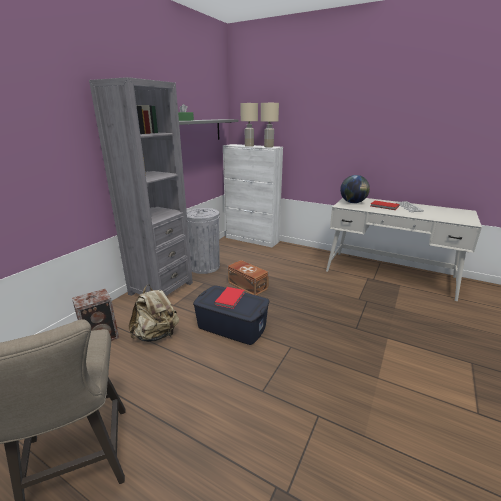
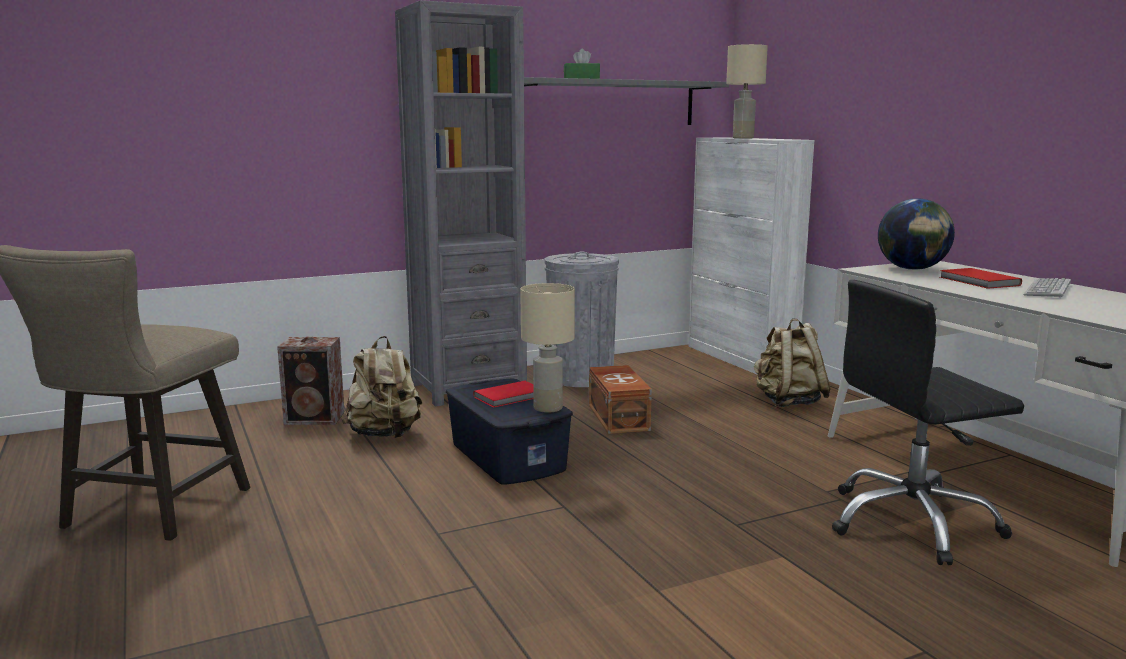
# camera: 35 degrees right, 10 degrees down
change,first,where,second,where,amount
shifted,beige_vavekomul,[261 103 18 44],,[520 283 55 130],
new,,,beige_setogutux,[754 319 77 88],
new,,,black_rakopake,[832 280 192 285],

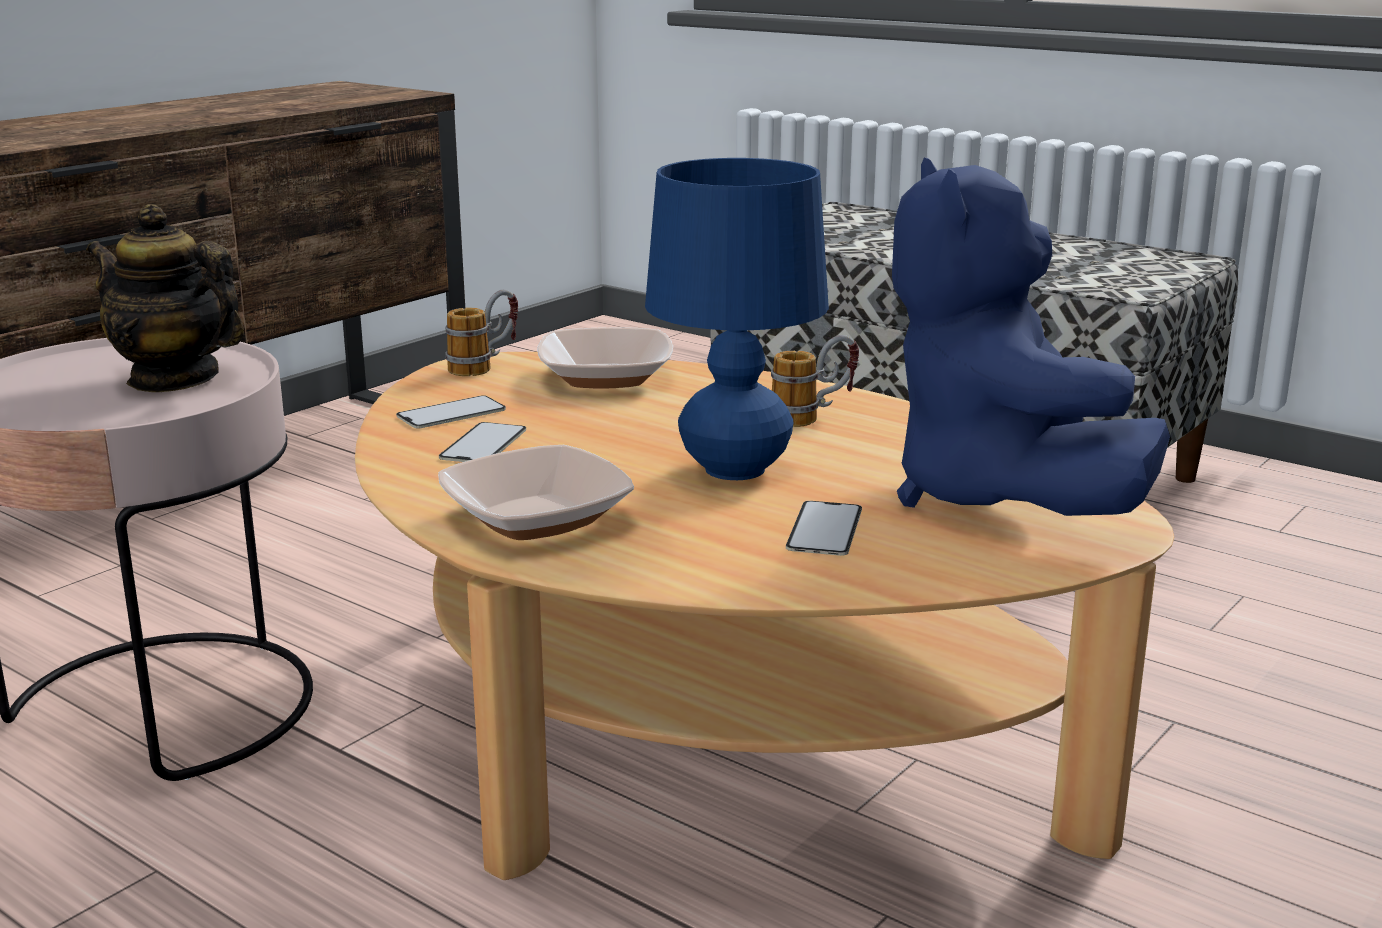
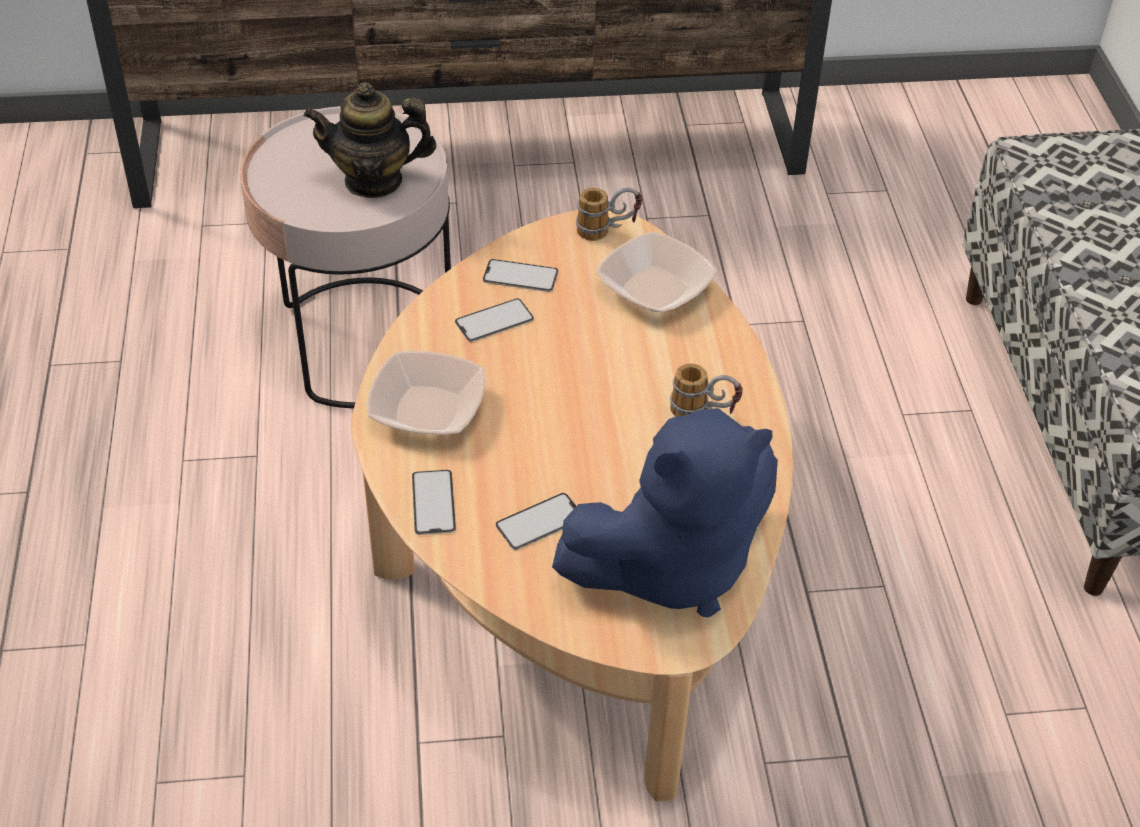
# camera: 45 degrees right, 25 degrees up
change,first,where,second,where,amount
rotated,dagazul,[86 204 158 188],,[304 82 133 116],75 degrees counterclockwise
gone,blue_vavekomul,[645 158 184 322],,,
rotated,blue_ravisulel,[892 158 278 358],,[552 408 226 209],150 degrees counterclockwise
new,,,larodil,[412 470 44 65],

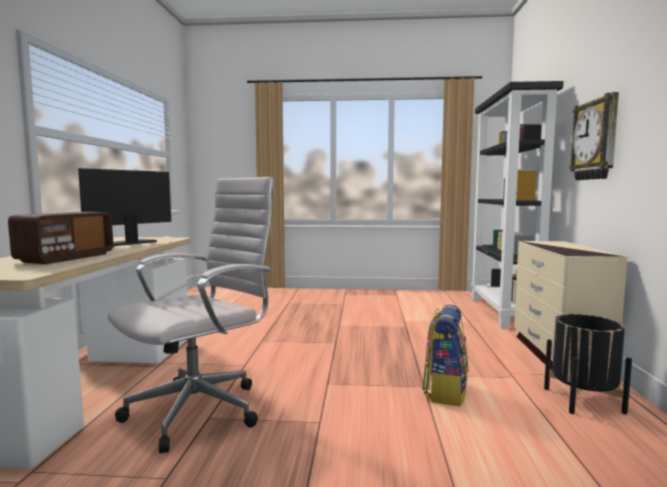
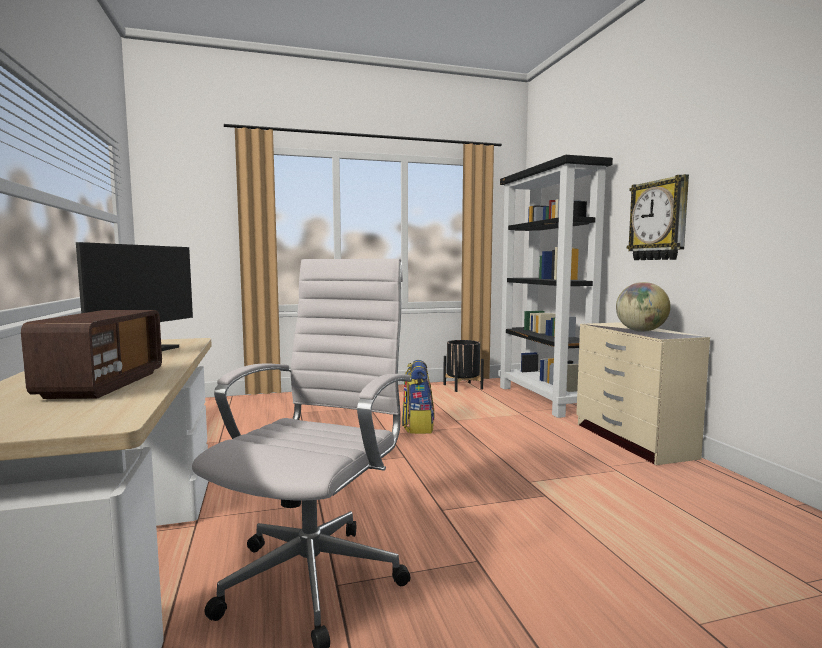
# camera: 20 degrees left, 0 degrees up
change,first,where,second,where,amount
shifted,setogutux,[422 305 46 101],,[402 360 33 74],
shifted,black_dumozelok,[544 314 88 100],,[443 340 41 52],
new,,,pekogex,[616 282 55 50],

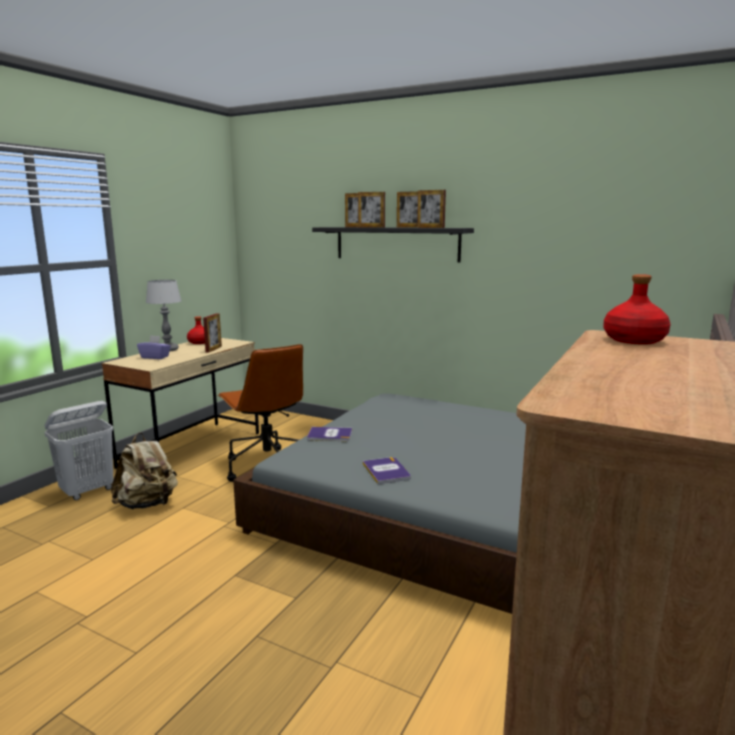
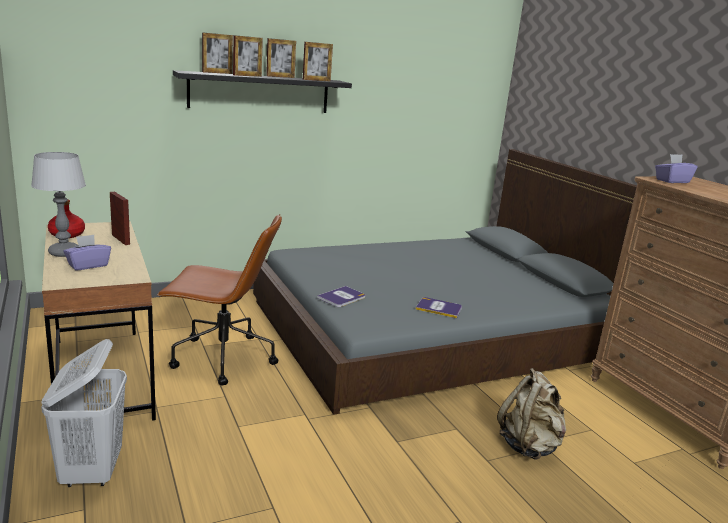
# camera: 55 degrees left, 5 degrees up
change,first,where,second,where,amount
shifted,beige_setogutux,[111 432 67 77],,[497 368 69 91],
swapped,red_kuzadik,[603 274 67 71],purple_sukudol,[655 154 43 29],

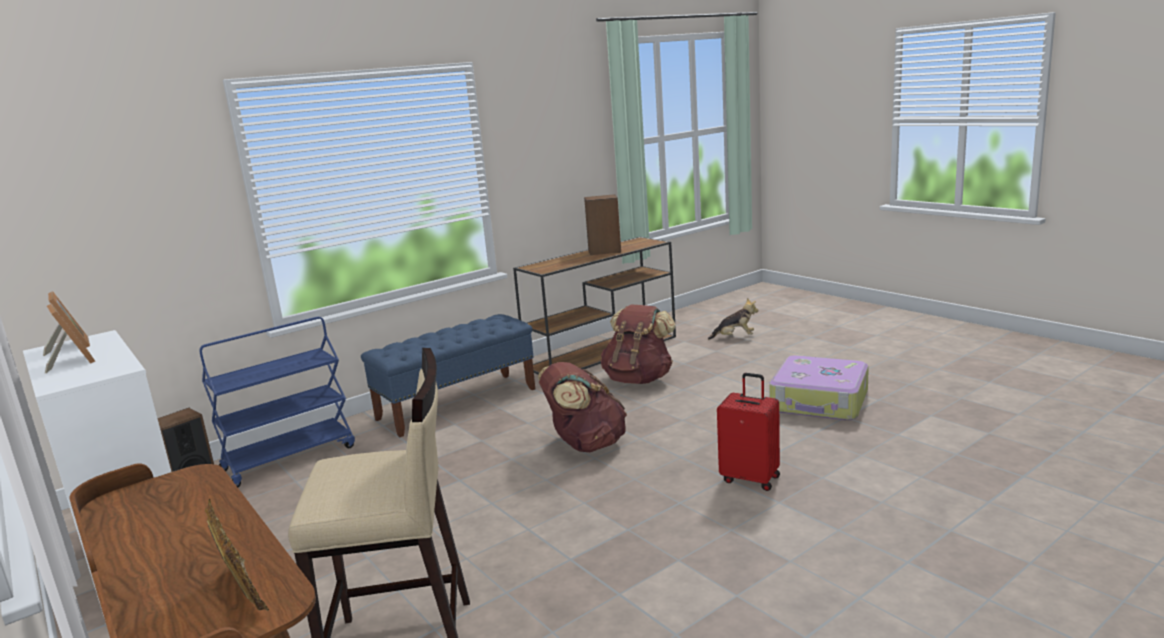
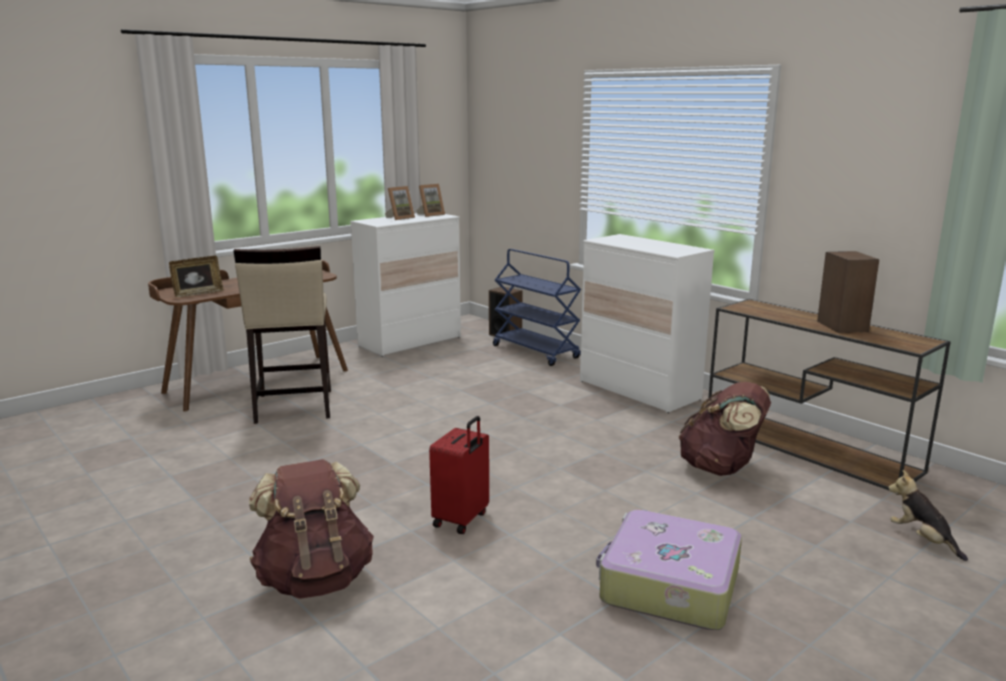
# camera: 85 degrees right, 0 degrees up
change,first,where,second,where,amount
swapped,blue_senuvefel,[361 314 174 123],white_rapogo,[580 234 134 179],
shifted,brown_setogutux,[538 362 89 90],,[249 459 125 140],
rotated,ravisulel,[708 298 50 42],,[888 470 80 91],150 degrees clockwise

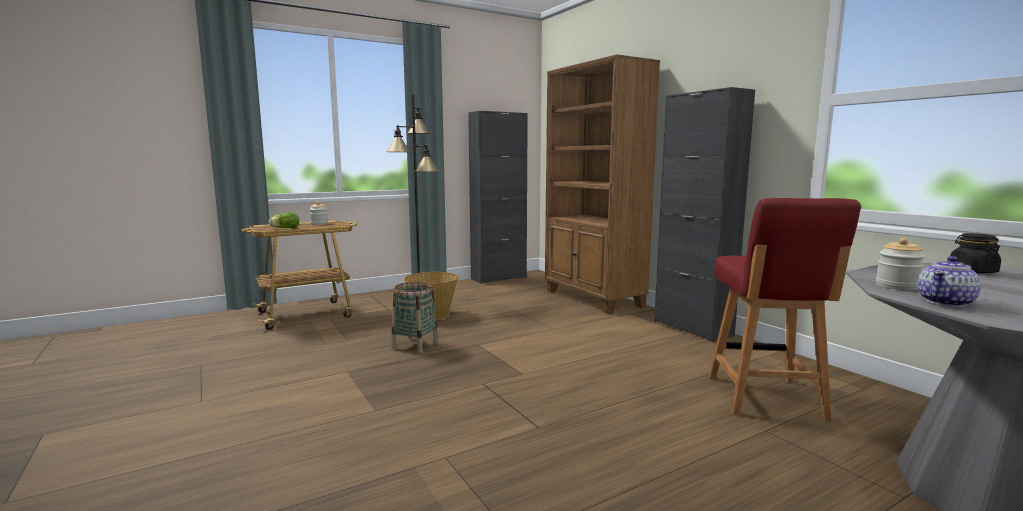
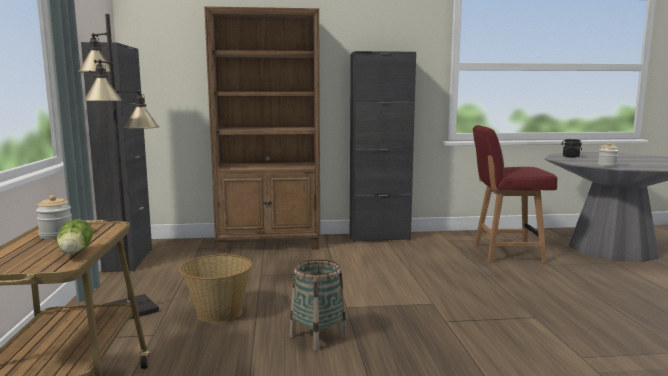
# camera: 65 degrees left, 0 degrees up
change,first,where,second,where,amount
rotated,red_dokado,[709 198 152 222],,[473 125 84 138],150 degrees clockwise
gone,dagazul,[918 256 63 51],,,

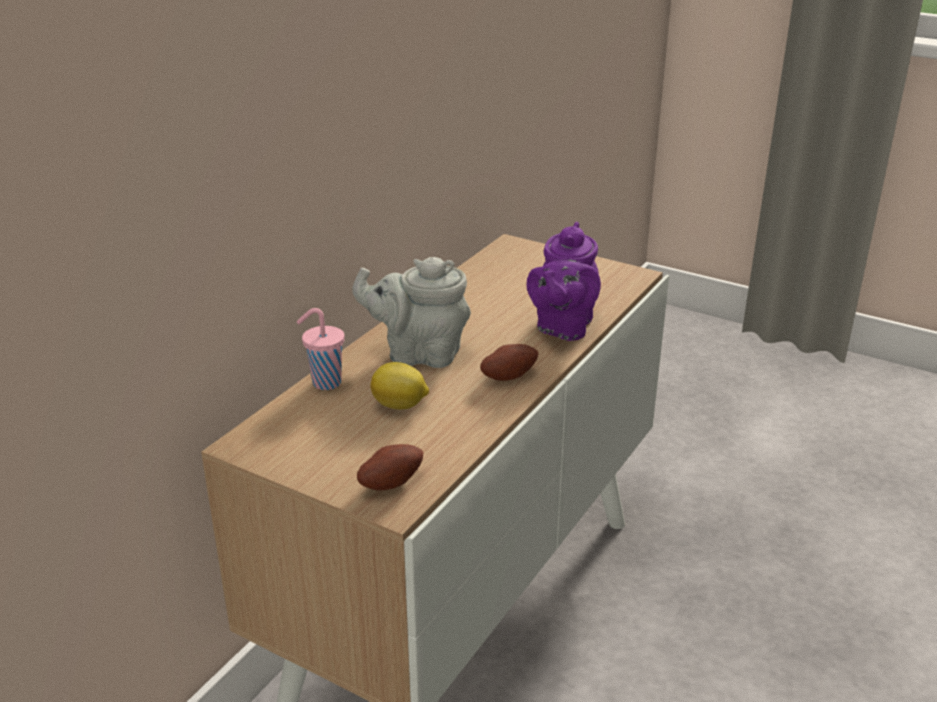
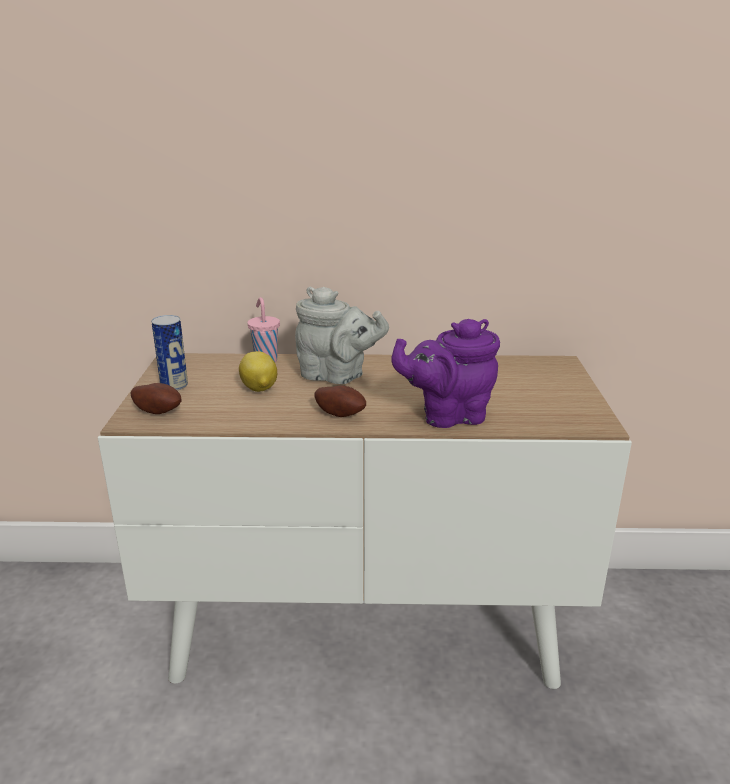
# camera: 60 degrees right, 5 degrees down
change,first,where,second,where,amount
rotated,grey_dagazul,[352 257 119 111],,[295 287 94 97],135 degrees clockwise
new,,,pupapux,[151 315 37 75],

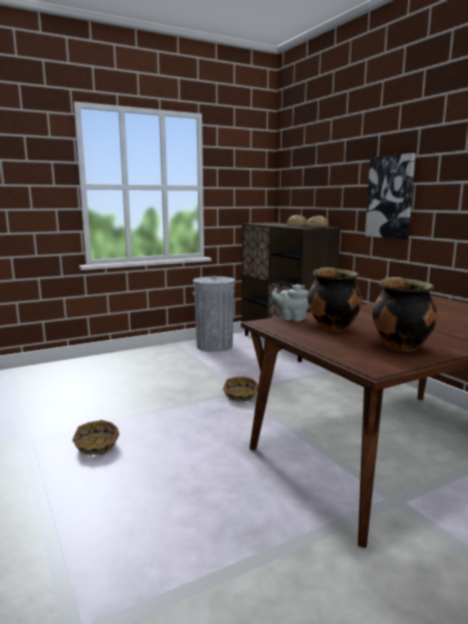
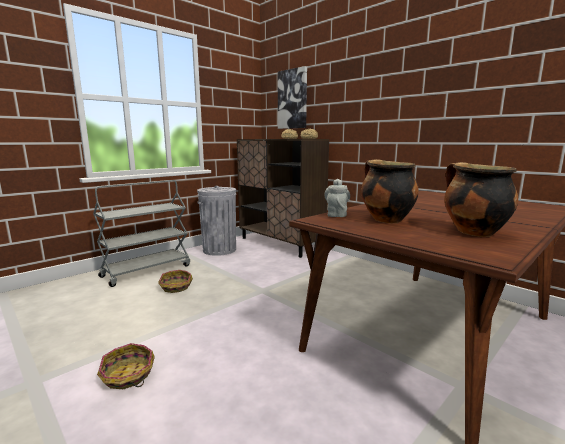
# camera: 15 degrees left, 0 degrees up
change,first,where,second,where,amount
shifted,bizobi,[223 376 35 25],,[158 270 35 23],
rotated,grey_dagazul,[272 284 37 38],,[324 179 26 38],90 degrees clockwise
shifted,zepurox,[365 153 51 87],,[278 66 29 63],
new,,,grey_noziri,[93 180 97 107],

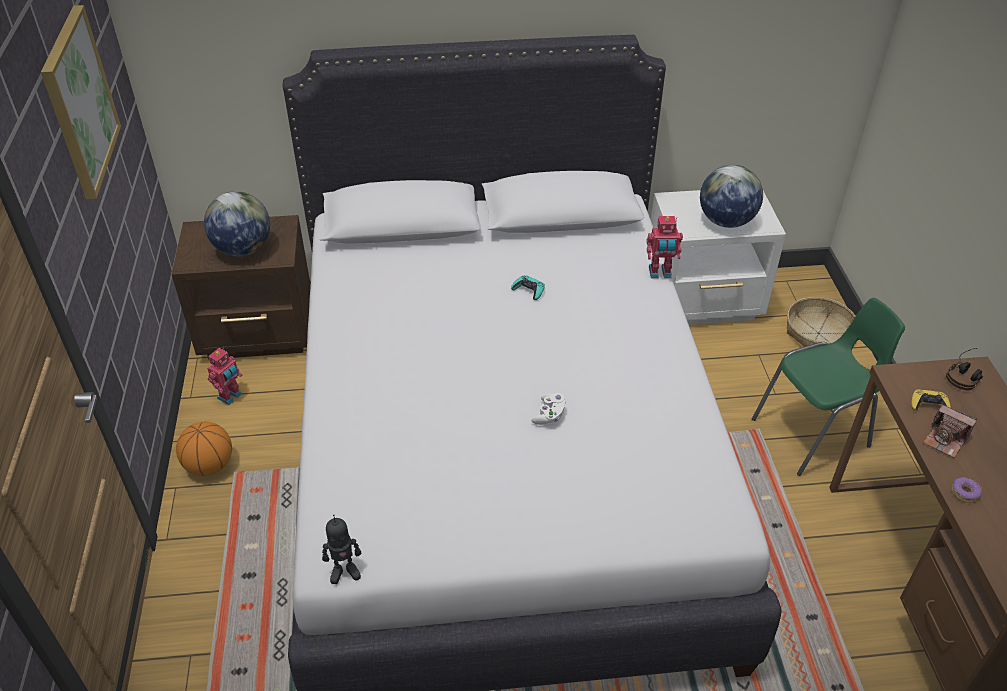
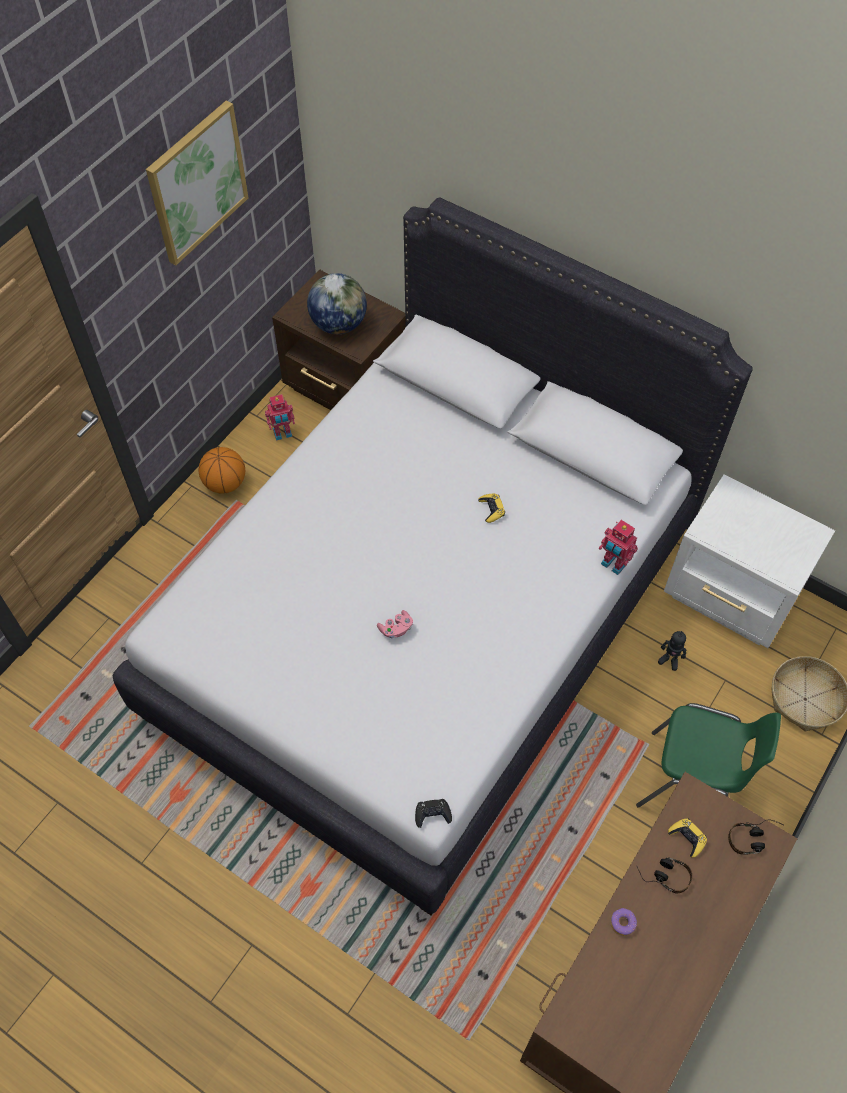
# camera: 40 degrees right, 15 degrees up
change,first,where,second,where,amount
shifted,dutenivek,[322 515 39 69],,[658 631 28 40],
repainted,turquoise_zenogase,[511 275 34 25],yellow_zenogase,[478 493 27 30],
repainted,white_zenogase,[531 393 35 32],pink_zenogase,[377 610 36 29],
gone,pekogex,[700 165 63 63],,,
swapped,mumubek,[923 405 54 53],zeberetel,[636 857 56 36],
new,,,black_zenogase,[415 799 37 29],

